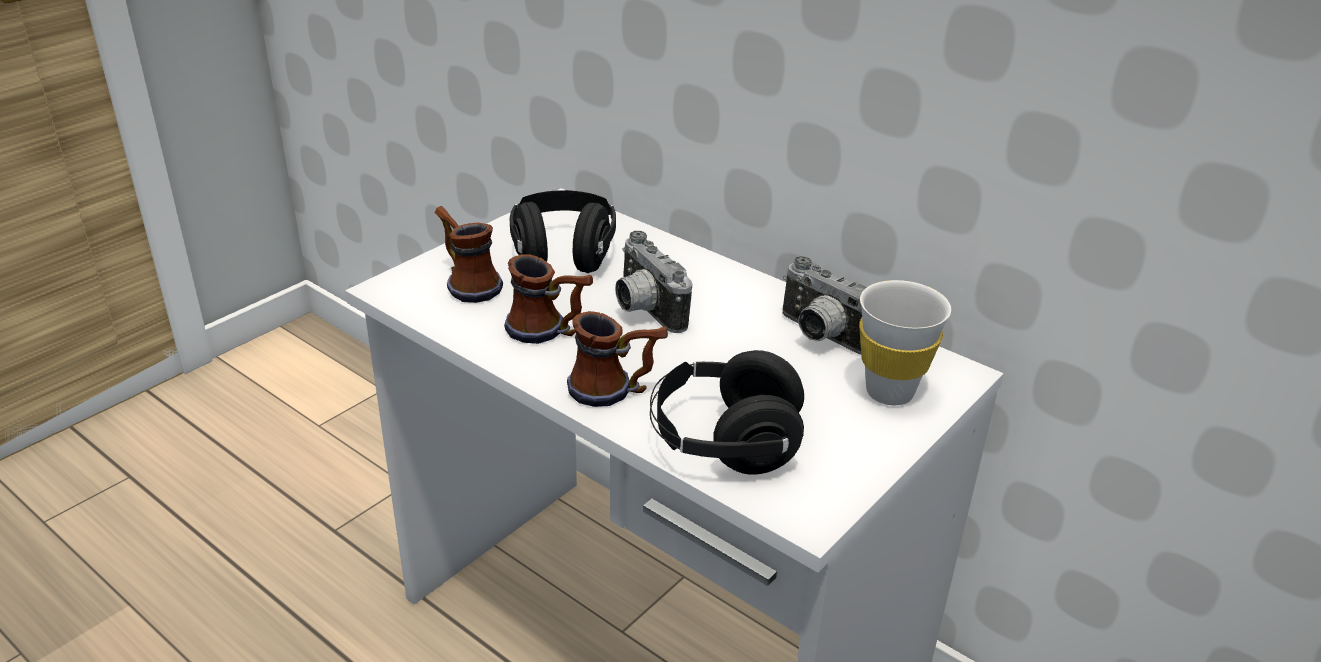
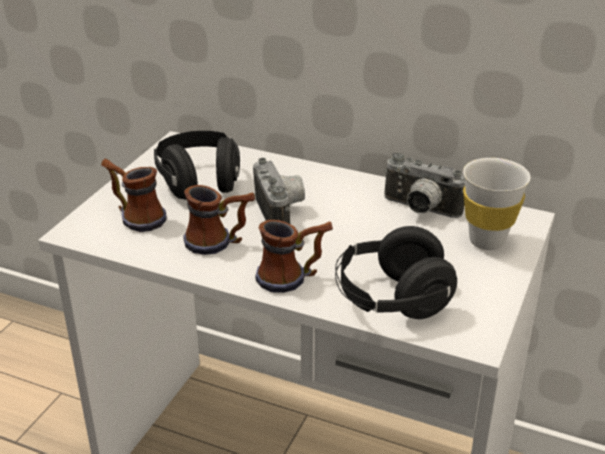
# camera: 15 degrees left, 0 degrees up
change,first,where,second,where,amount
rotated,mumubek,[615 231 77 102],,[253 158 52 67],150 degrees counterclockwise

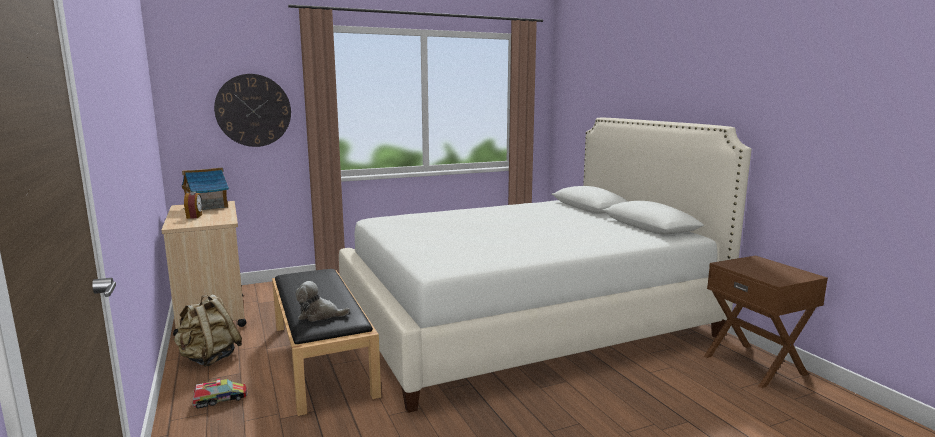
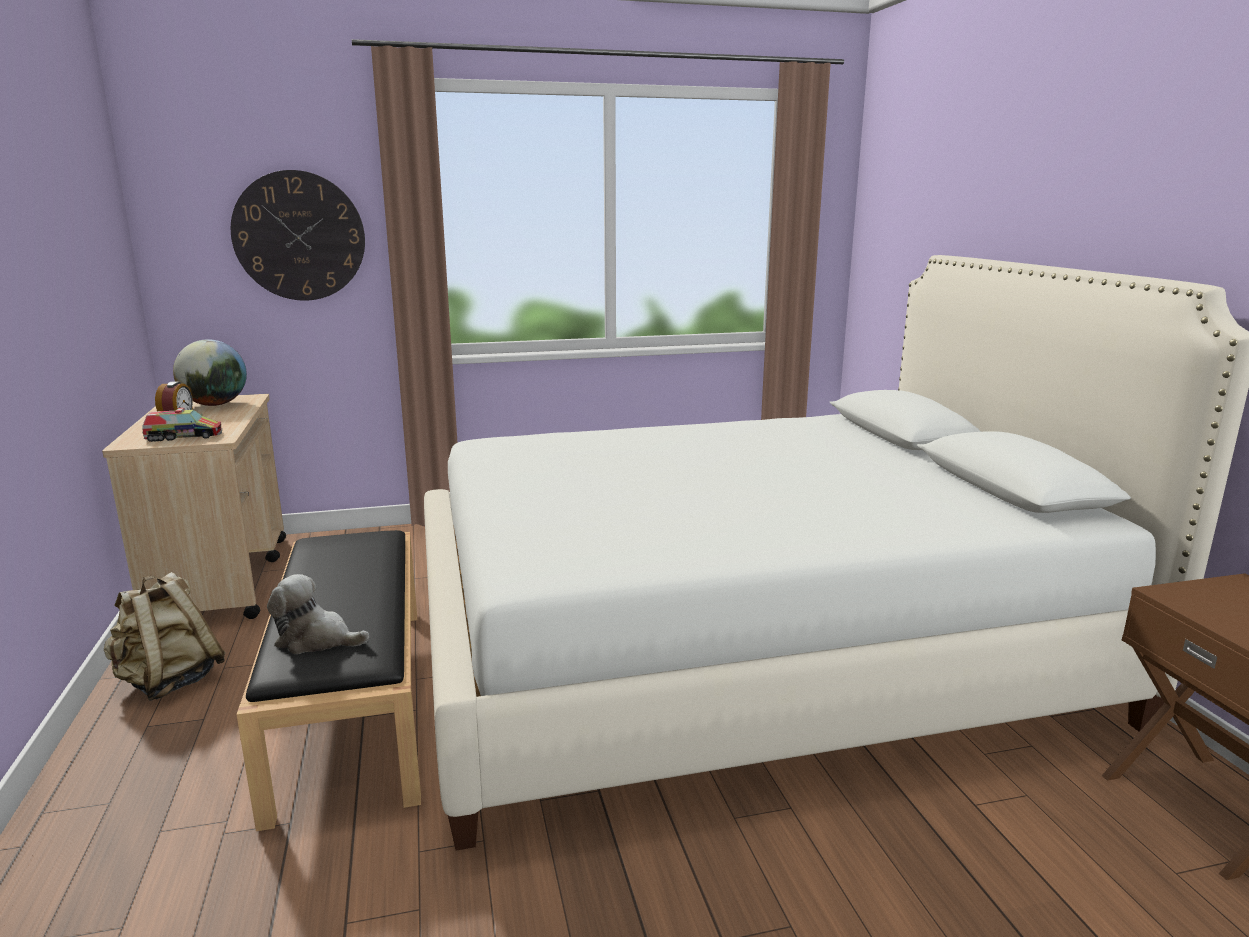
# camera: 10 degrees right, 5 degrees up
change,first,where,second,where,amount
swapped,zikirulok,[182 167 47 43],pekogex,[173 339 74 67],
shifted,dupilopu,[192 379 55 30],,[142 408 80 34],

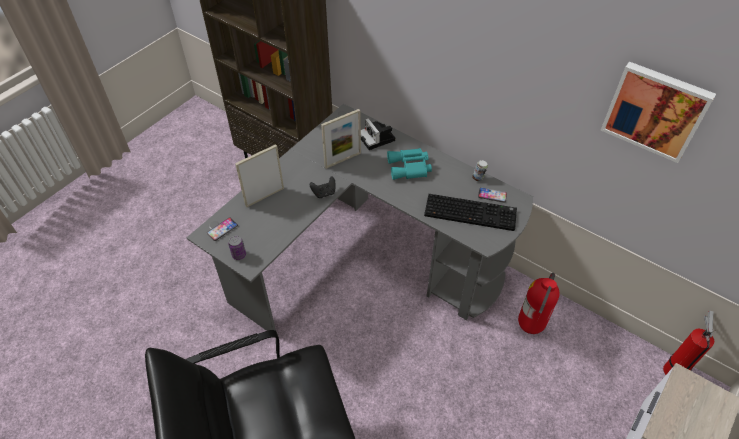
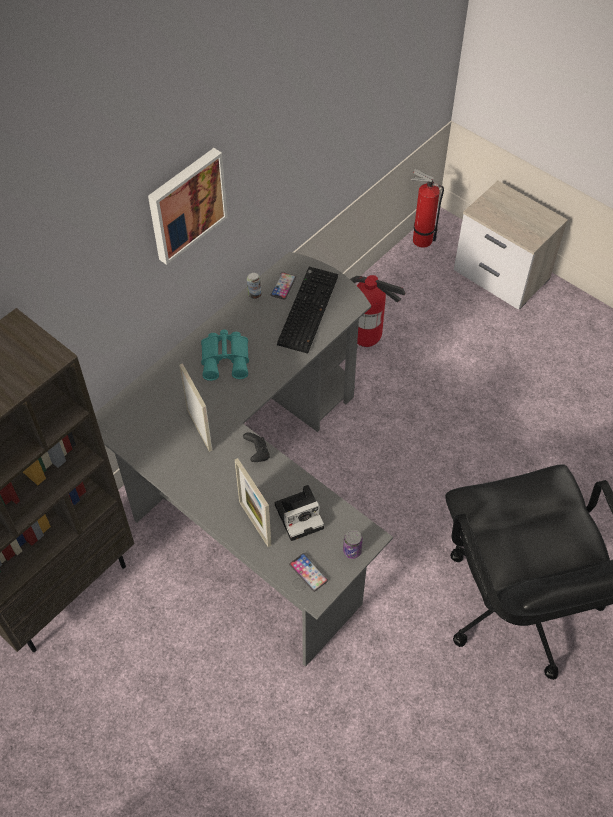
# camera: 85 degrees left, 5 degrees up
change,first,where,second,where,amount
shifted,mumubek,[361 118 34 32],,[275 485 49 56],
shifted,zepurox,[601 62 115 101],,[148 148 80 117],

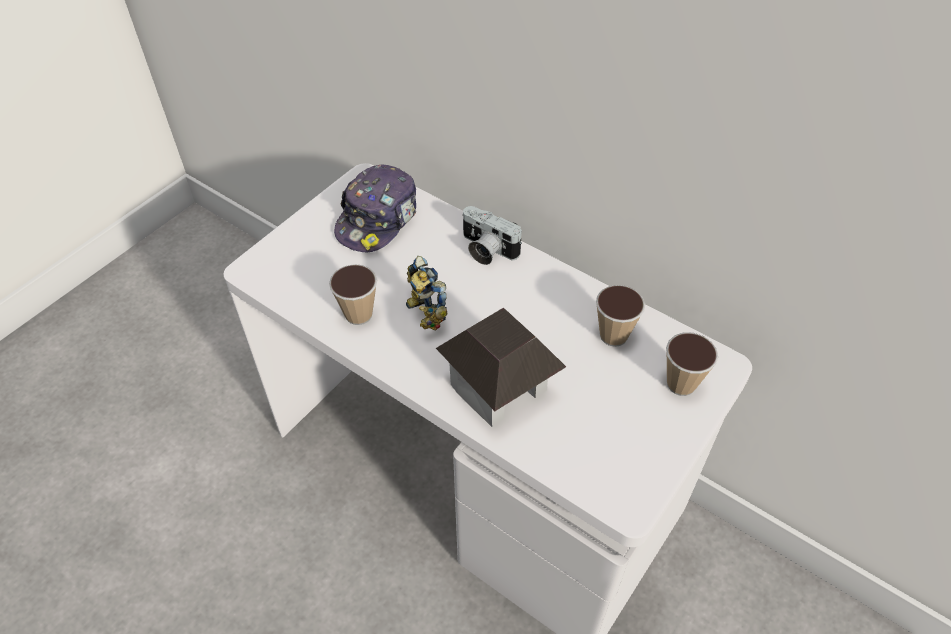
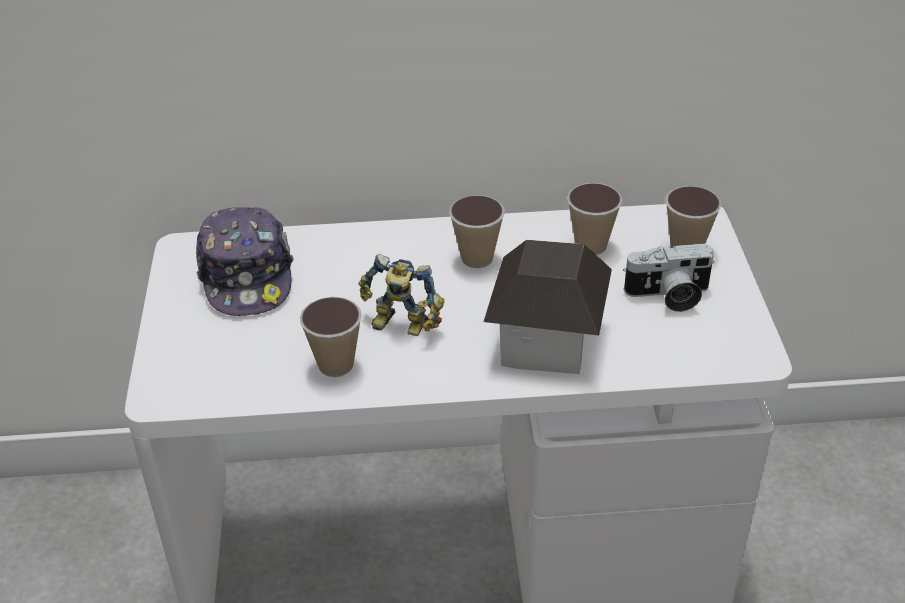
# camera: 40 degrees left, 10 degrees down
change,first,where,second,where,amount
shifted,mumubek,[463 206 59 59],,[623 243 92 69],
new,,,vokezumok,[449 195 56 73],

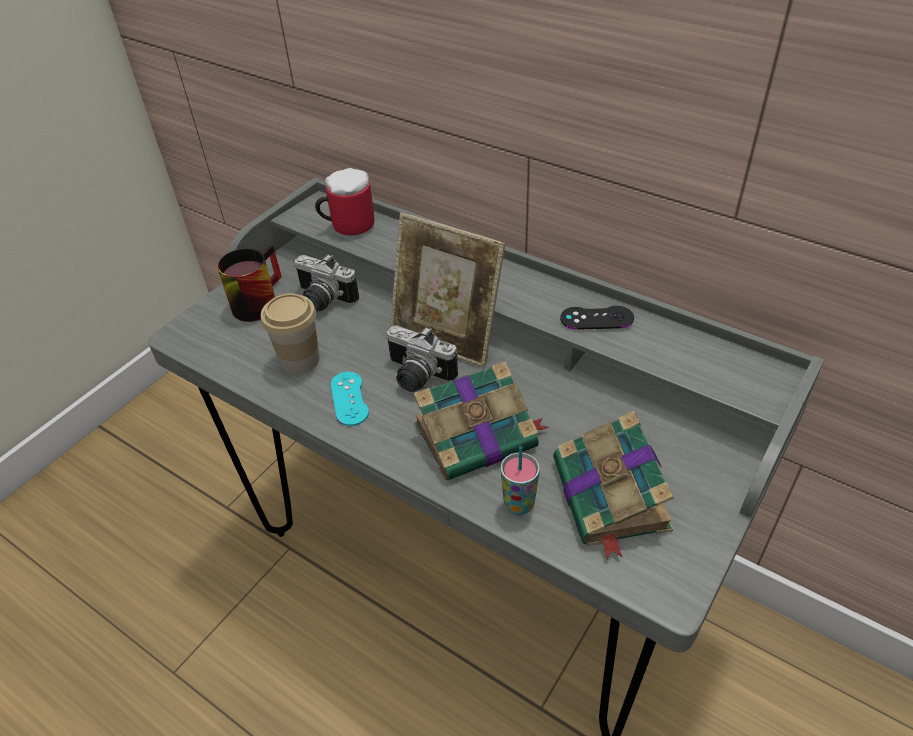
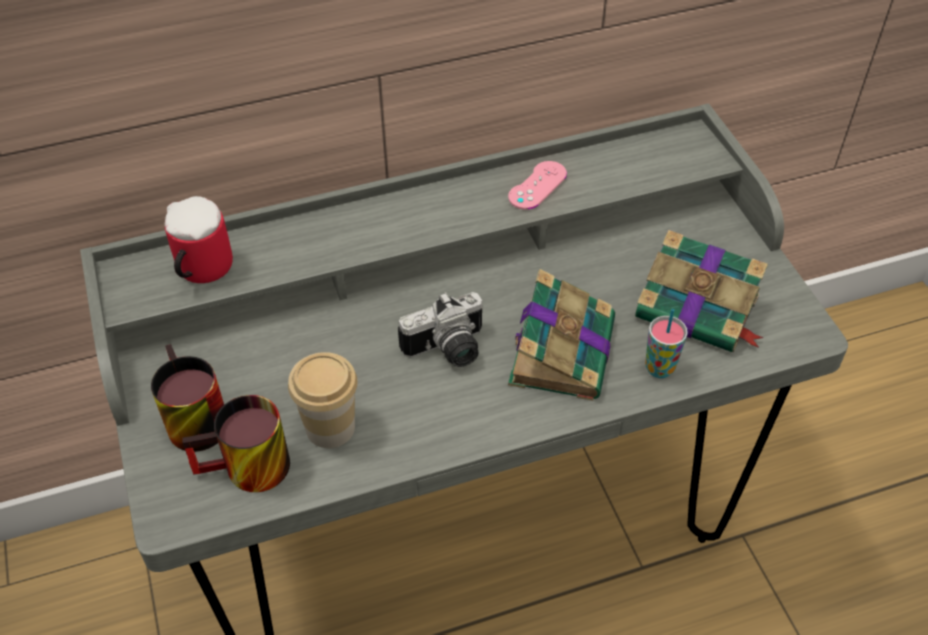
# camera: 55 degrees left, 5 degrees up
change,first,where,second,where,amount
gone,mumubek,[294 254 65 58],,,
gone,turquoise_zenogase,[331 372 38 54],,,
gone,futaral,[390 212 115 156],,,
repainted,black_zenogase,[560 306 74 24],pink_zenogase,[508 161 59 49],
new,,,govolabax,[183 395 107 97],

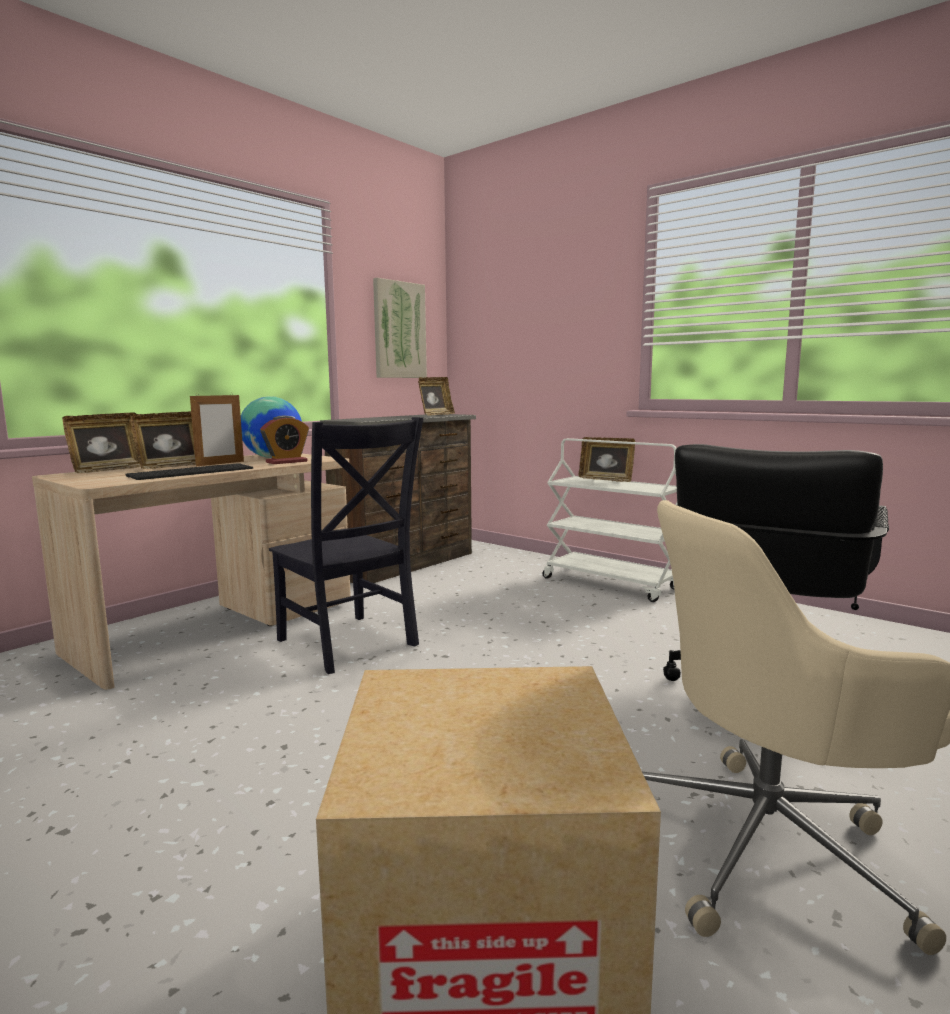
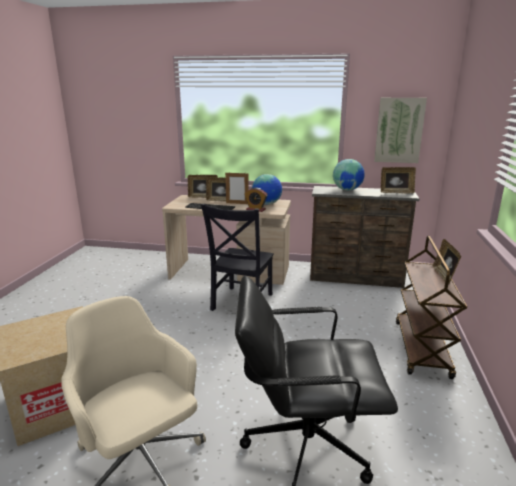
# camera: 60 degrees right, 10 degrees up
change,first,where,second,where,amount
repainted,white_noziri,[542 438 135 164],brown_noziri,[396 236 71 143],
new,,,pekogex,[333 159 32 32],

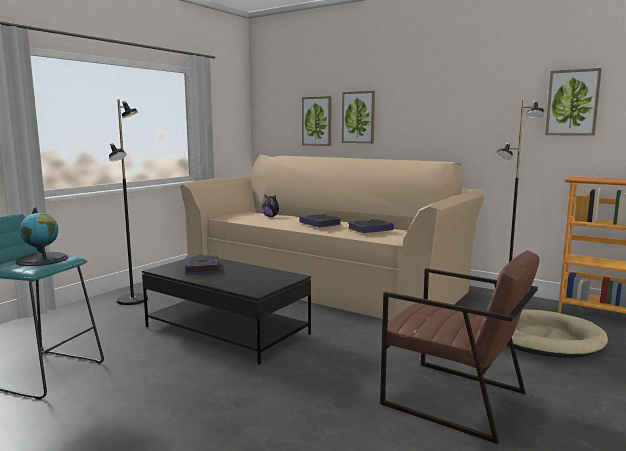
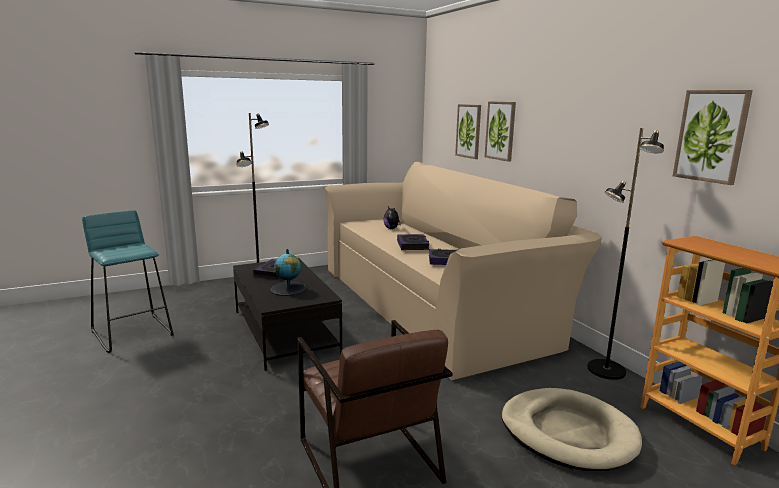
# camera: 30 degrees right, 5 degrees up
change,first,where,second,where,amount
shifted,pekogex,[16 208 52 58],,[270 249 37 47],

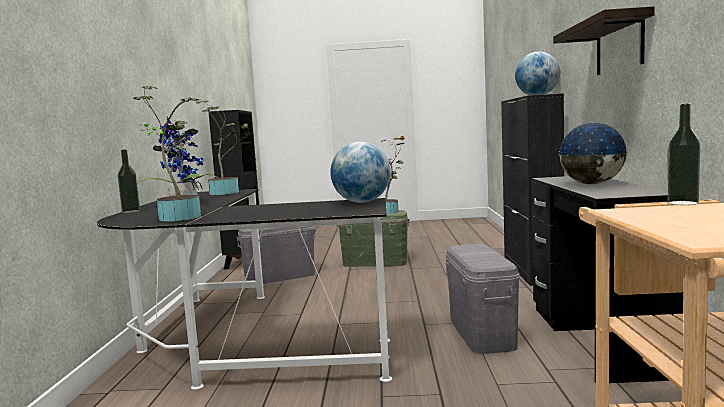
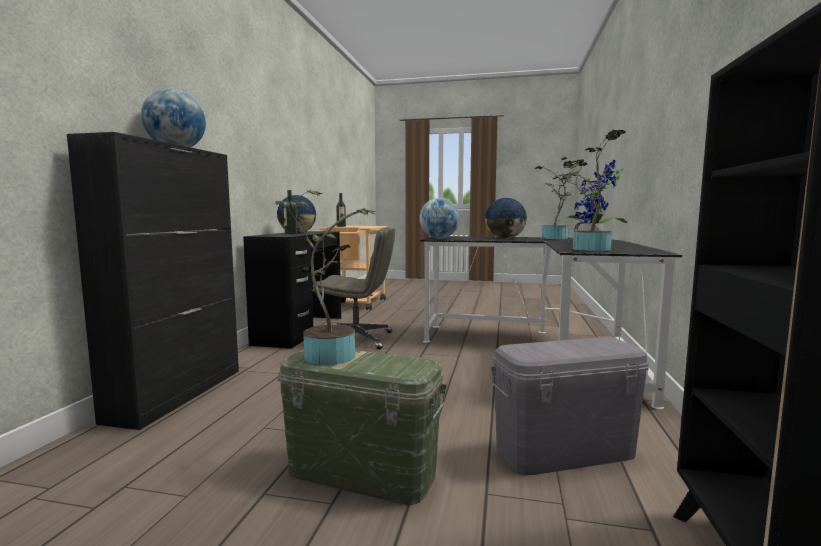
# camera: 170 degrees left, 0 degrees up
change,first,where,second,where,amount
shifted,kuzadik,[118 149 22 64],,[284 190 13 45],
swapped,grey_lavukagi,[446 244 74 110],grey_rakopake,[312 227 83 123],
gone,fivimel,[553 6 102 69],,,
new,,,pekogex,[485 198 42 41],

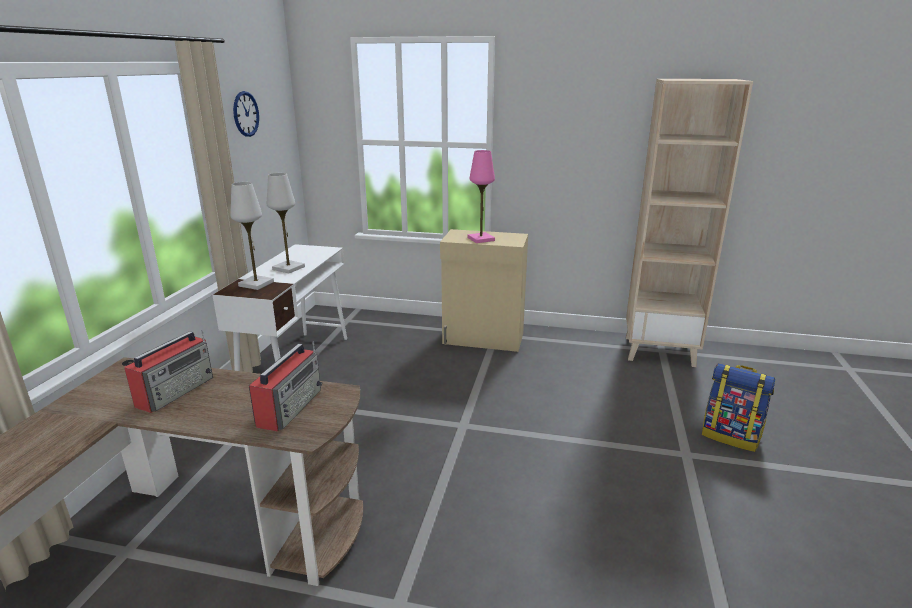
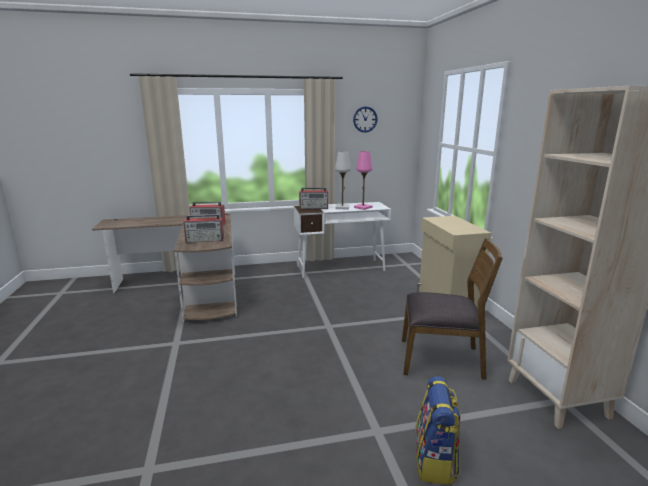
# camera: 65 degrees right, 5 degrees down
change,first,where,second,where,amount
swapped,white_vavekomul,[230 182 44 108],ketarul,[299 188 29 21],
shifted,pink_vavekomul,[468 150 27 93],,[354 151 18 59],
new,,,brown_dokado,[402 238 101 142],

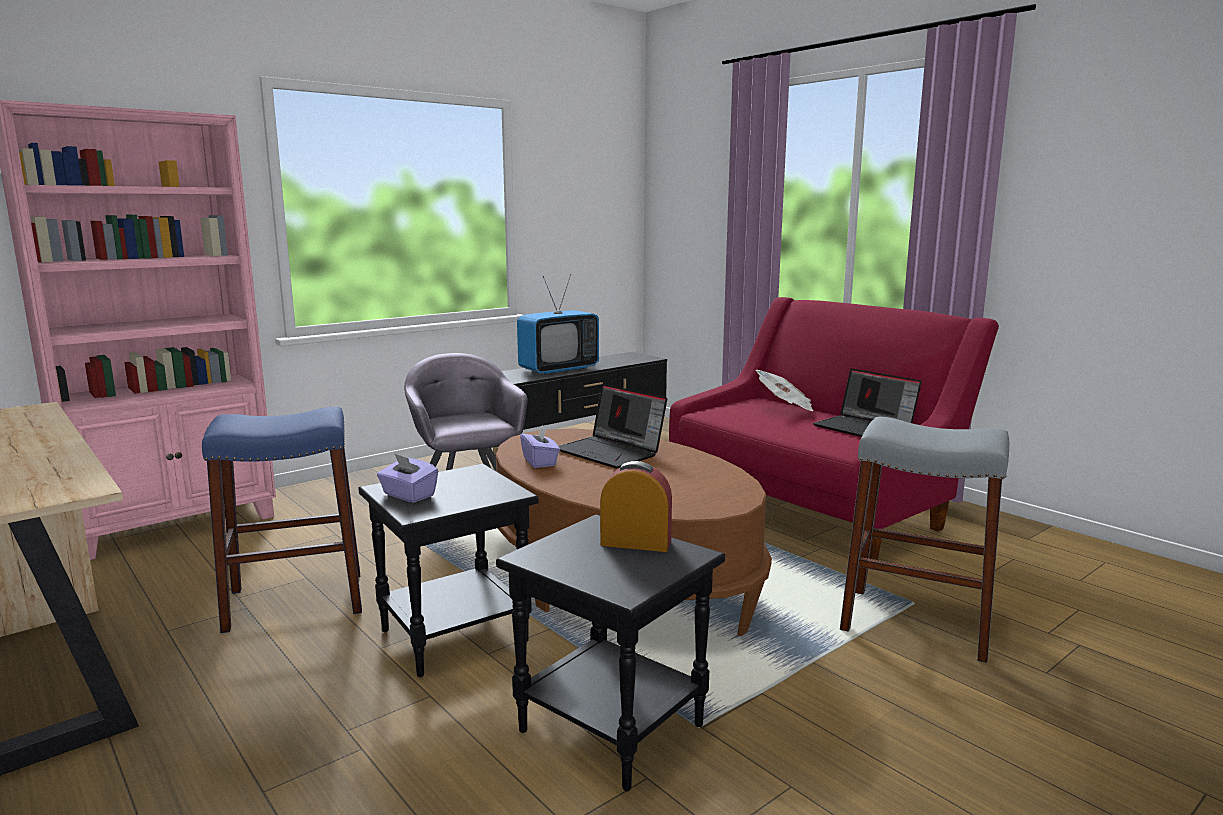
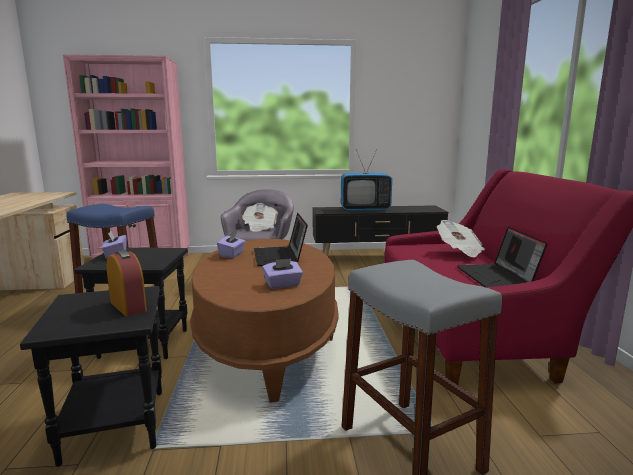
# camera: 35 degrees right, 0 degrees up
change,first,where,second,where,amount
new,,,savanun,[242 203 36 29],
new,,,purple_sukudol,[262 259 41 30],

